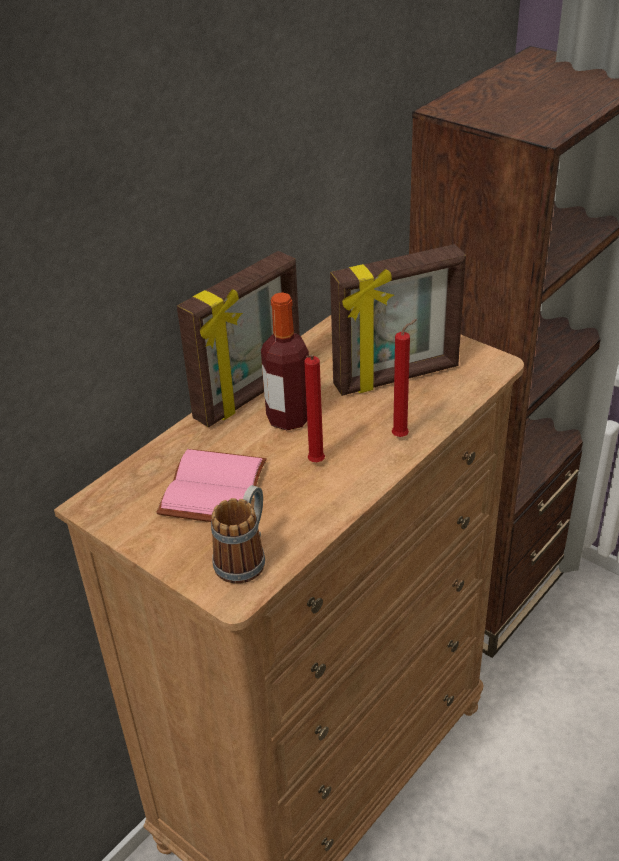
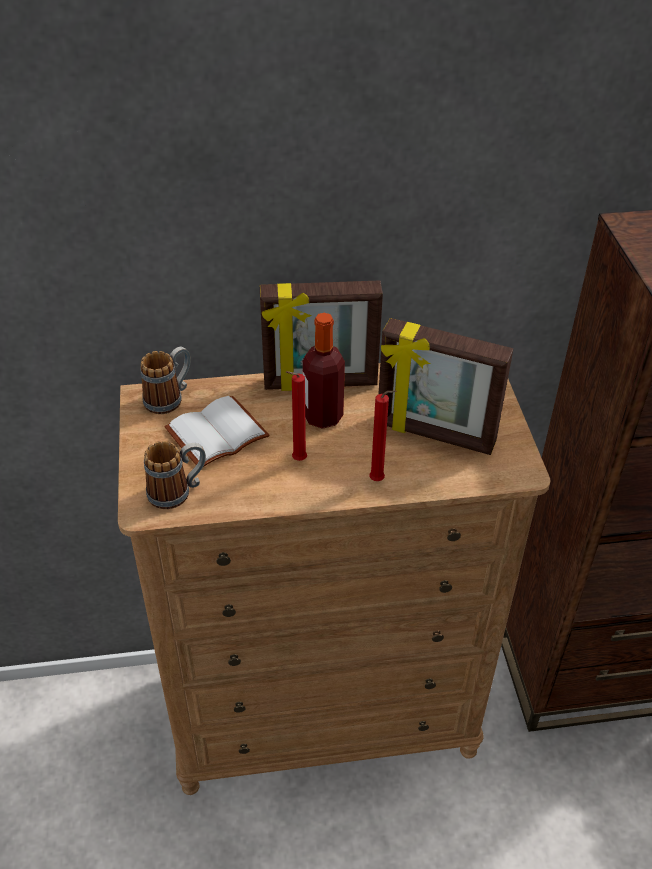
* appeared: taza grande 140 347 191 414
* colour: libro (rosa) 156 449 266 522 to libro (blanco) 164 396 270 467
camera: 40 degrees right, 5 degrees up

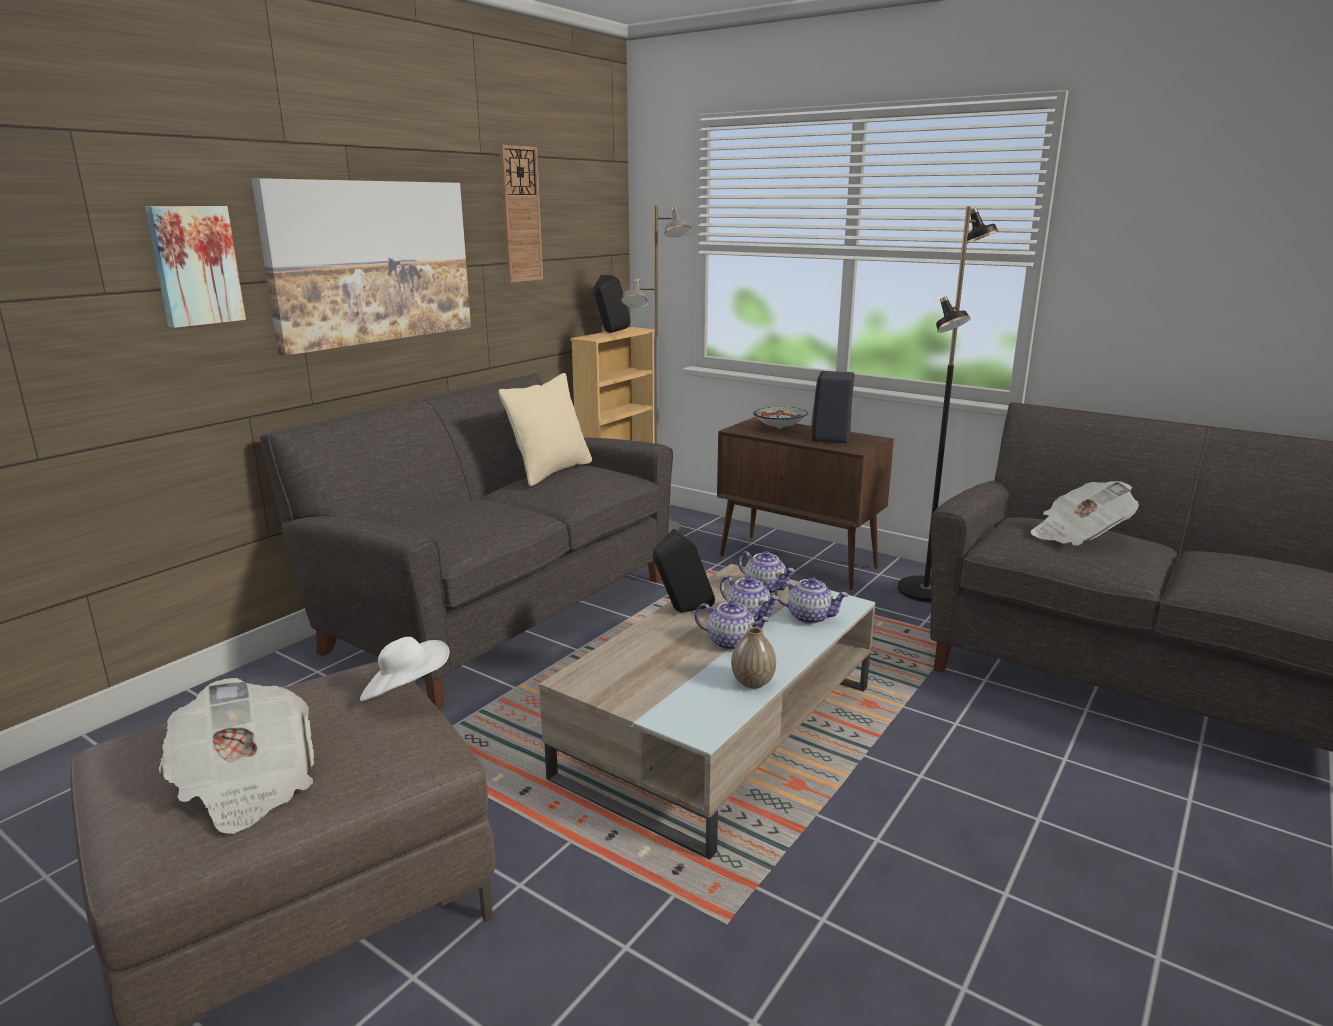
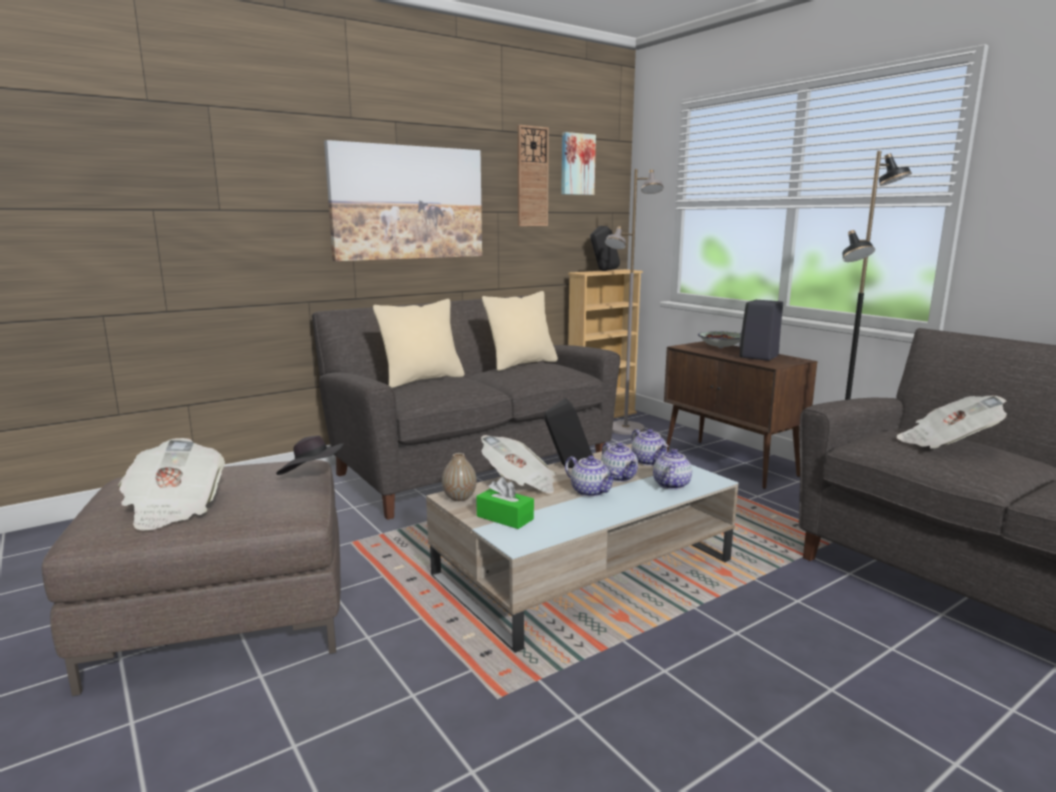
* colour: sombrero (blanco) 360 637 450 701 to sombrero (negro) 276 435 344 475
* appeared: cojín (beis) 373 299 465 388
* relocated: florero 731 627 776 689 to 442 453 477 501
* appeared: caja de pañuelos (verde) 476 477 534 529
* appeared: periódico 481 435 555 494
* relocated: cuadro 145 206 246 328 to 561 132 596 195
* spun: tetera 775 577 849 624 = 653 449 692 490 120 degrees counterclockwise
camera: 20 degrees right, 5 degrees down

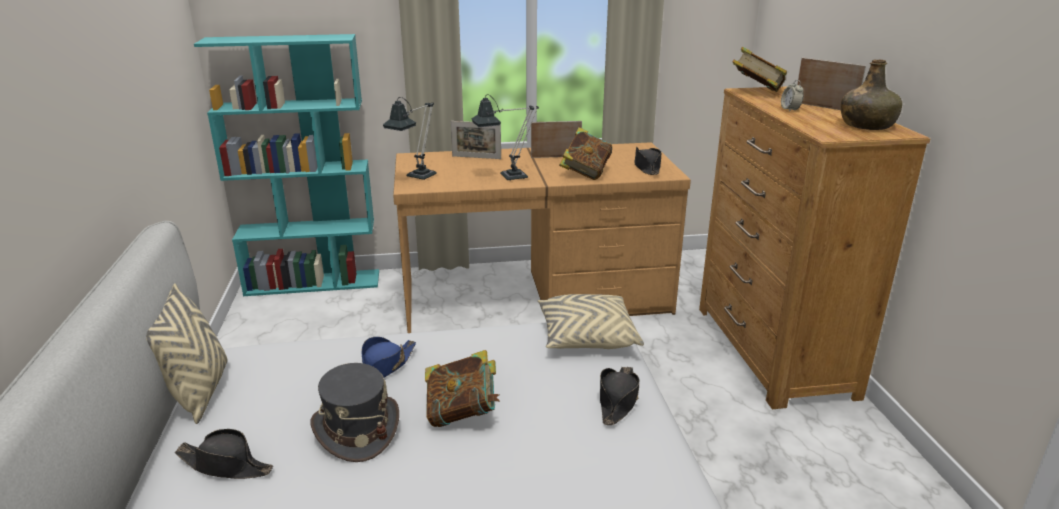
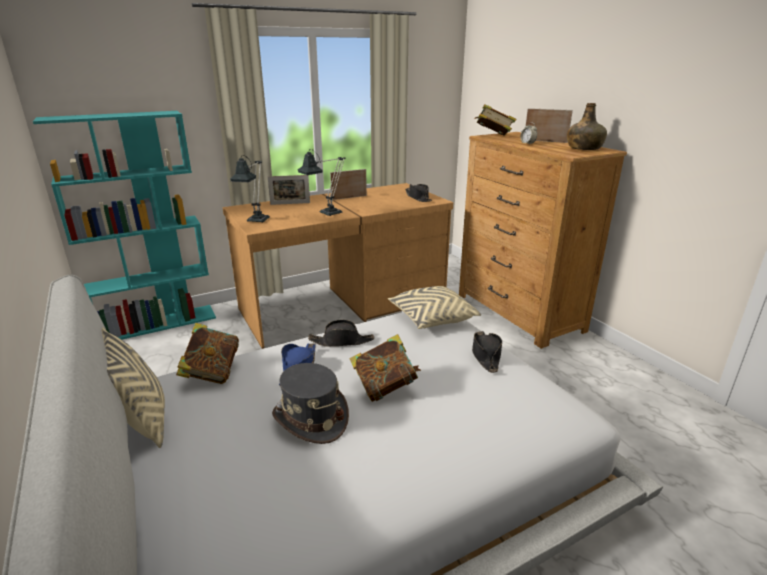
* relocated: libro 559 127 612 180 to 176 323 239 384
* relocated: sombrero (negro) 175 429 273 479 to 308 320 374 347
camera: 20 degrees left, 0 degrees up

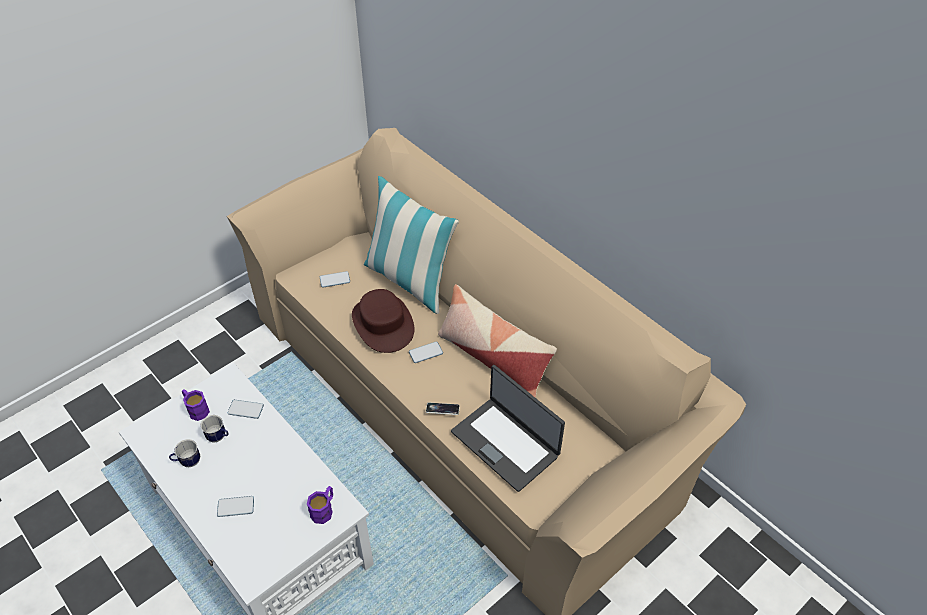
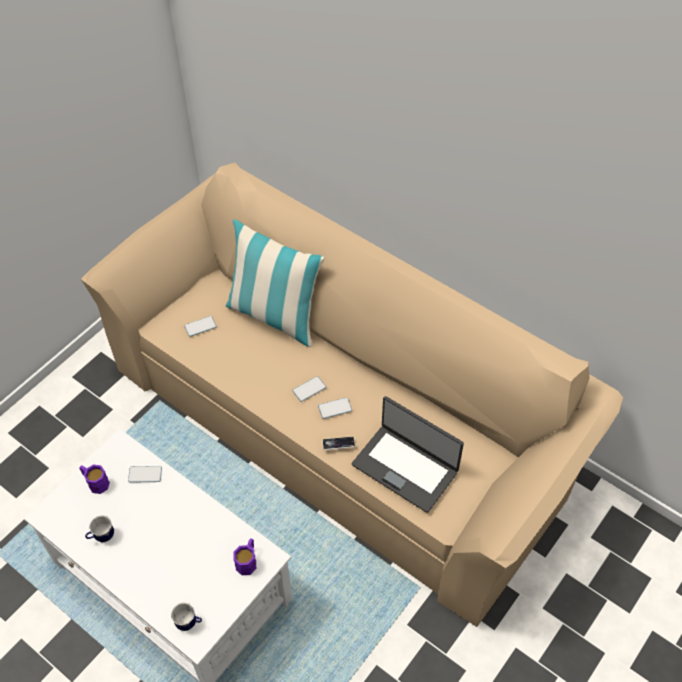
* relocated: taza grande 201 415 228 442 to 171 602 202 631
* relocated: móvil 217 496 254 517 to 318 397 352 419
* missing: sombrero (marrón) 352 289 415 353
* missing: cojín 438 284 557 398
camera: 10 degrees left, 5 degrees up

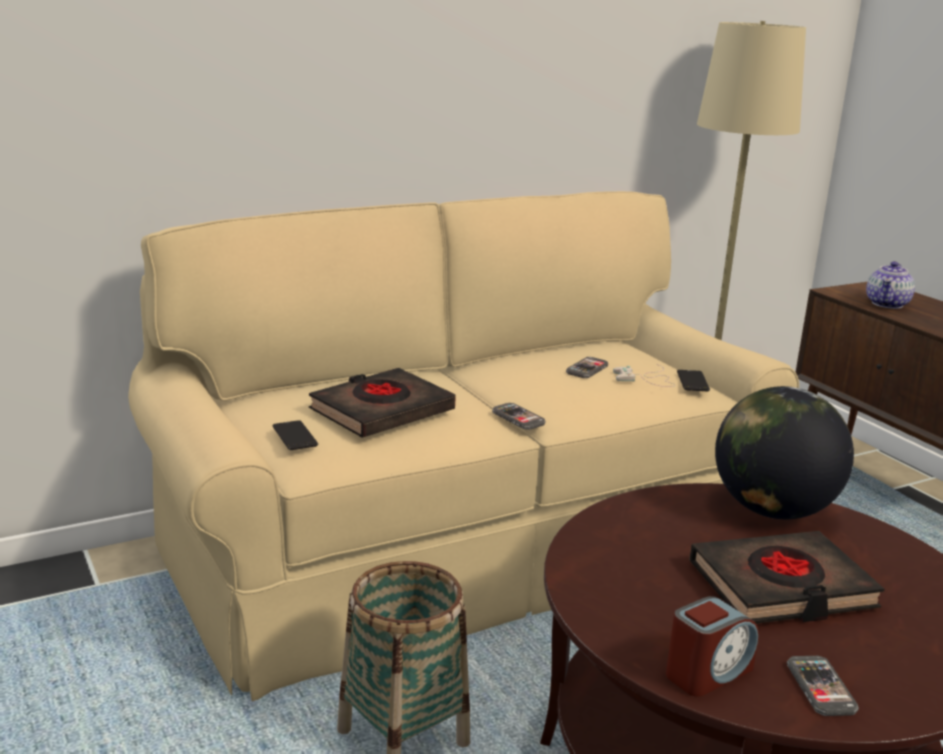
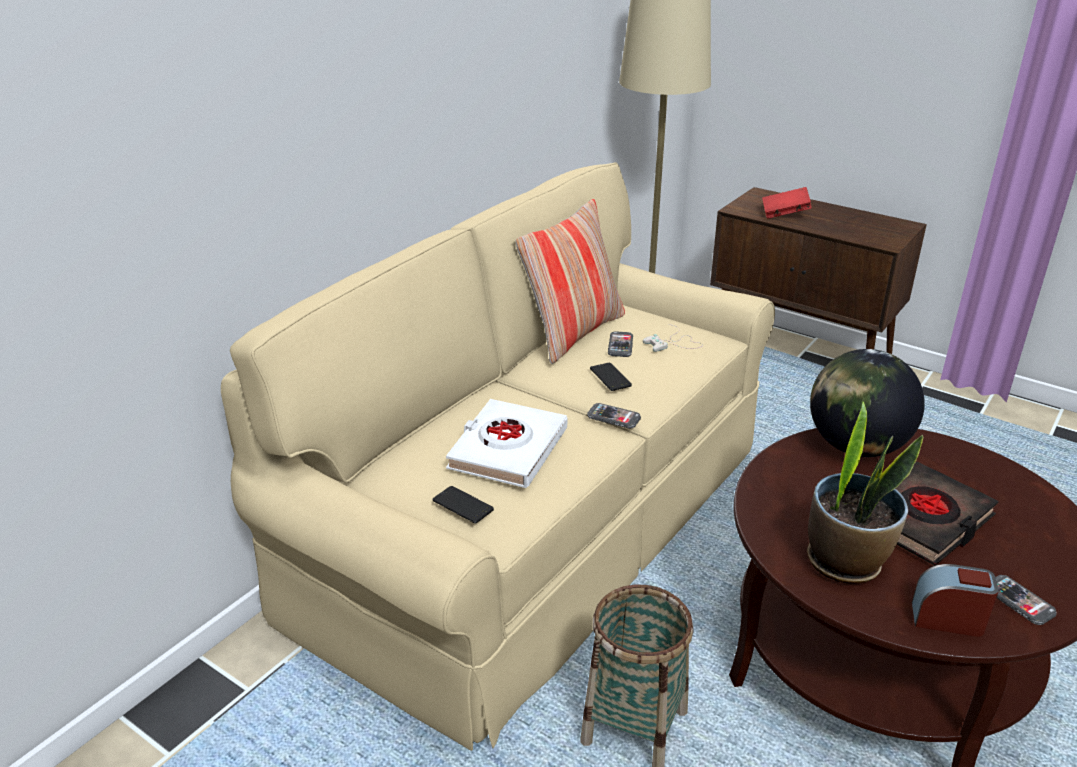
* colour: libro (negro) 309 368 456 438 to libro (blanco) 446 399 567 488
* appeared: cojín 516 199 625 364
* relocated: móvil 677 370 710 392 to 590 363 632 391
* exchanged: tetera 866 261 915 309 to libro (rojo) 762 187 812 219
* appeared: planta en maceta 807 402 923 584
* spun: despertador 666 596 759 697 = 912 564 999 637 105 degrees counterclockwise
camera: 25 degrees left, 10 degrees up

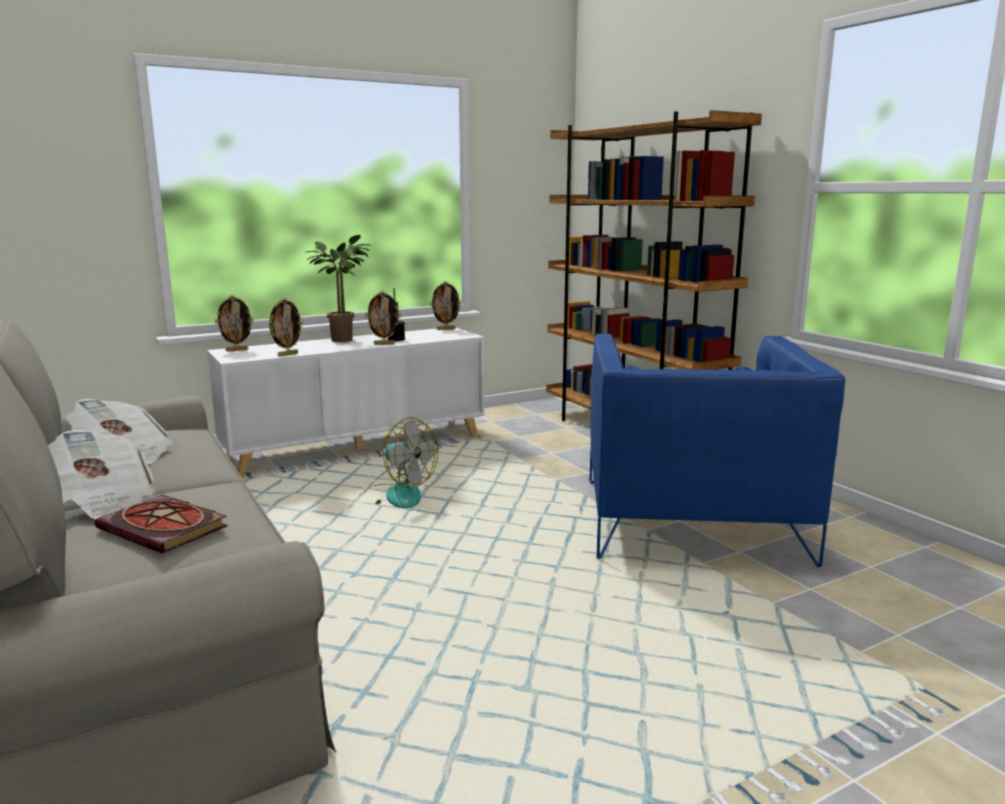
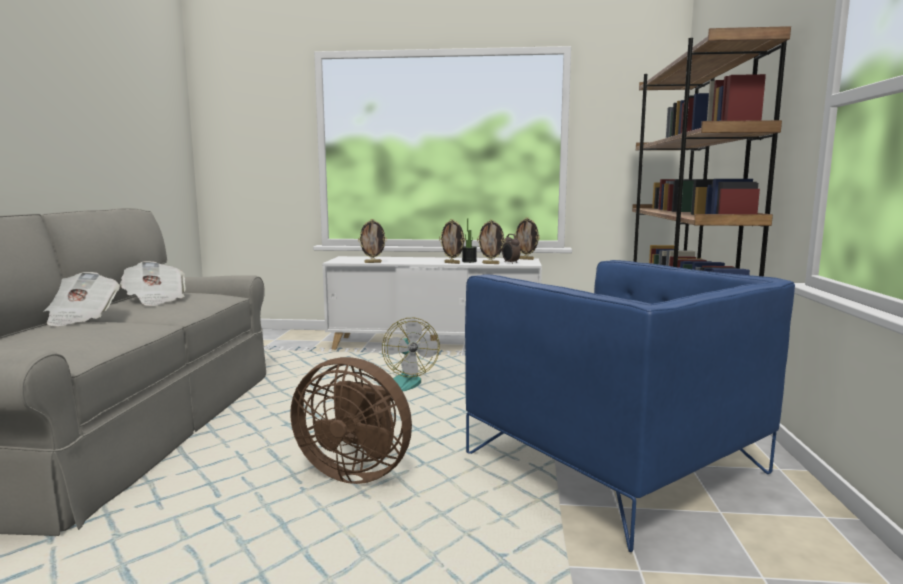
* appeared: ventilador (marrón) 290 357 412 484
* spun: sillón (azul) 589 333 845 567 = 465 260 795 552 75 degrees counterclockwise
* relocated: portarretratos 215 295 254 352 to 477 219 506 264
* appeared: despertador 502 234 521 264
* missing: libro 94 495 228 554
* missing: planta en maceta 307 235 371 342
camera: 35 degrees right, 5 degrees down

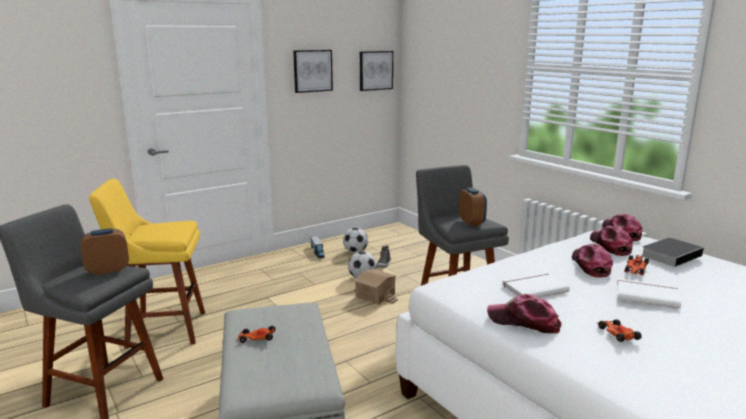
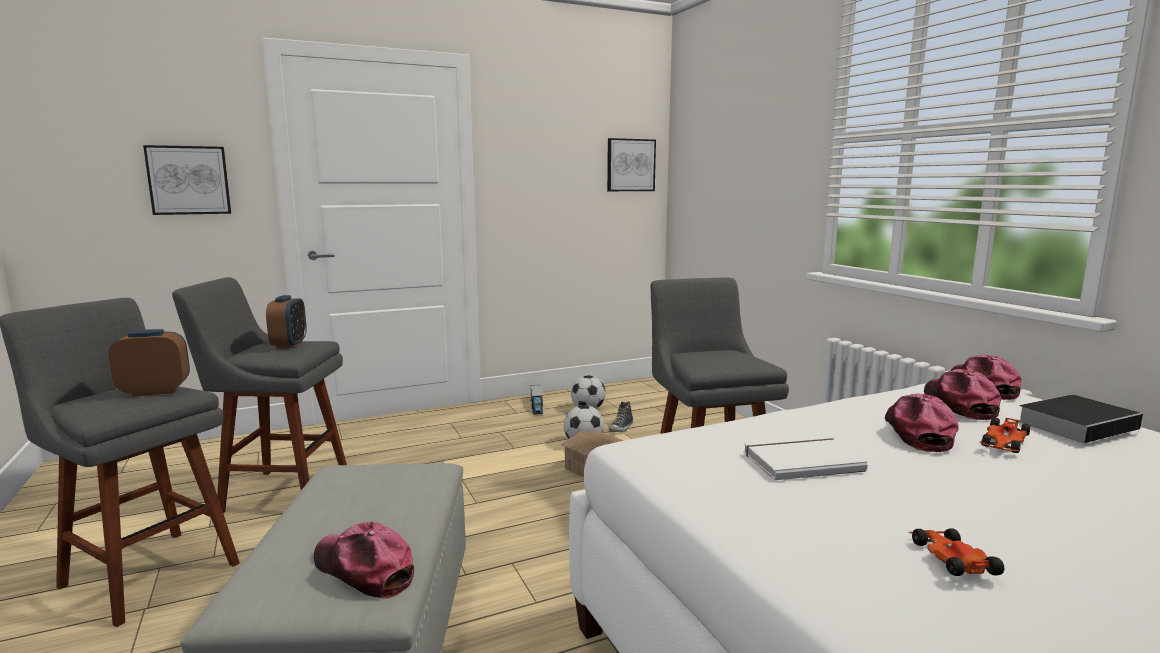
* relocated: cuadro 293 50 333 93 to 143 145 231 215
* colour: taburete (amarillo) 89 179 205 349 to taburete (gris) 172 277 347 513
* relocated: despertador 459 188 487 226 to 266 295 307 348
* relocated: gorra 487 294 562 334 to 314 522 414 599
* missing: coche de juguete 237 326 275 343
* missing: libro (blanco) 617 278 681 308
camera: 10 degrees right, 5 degrees down

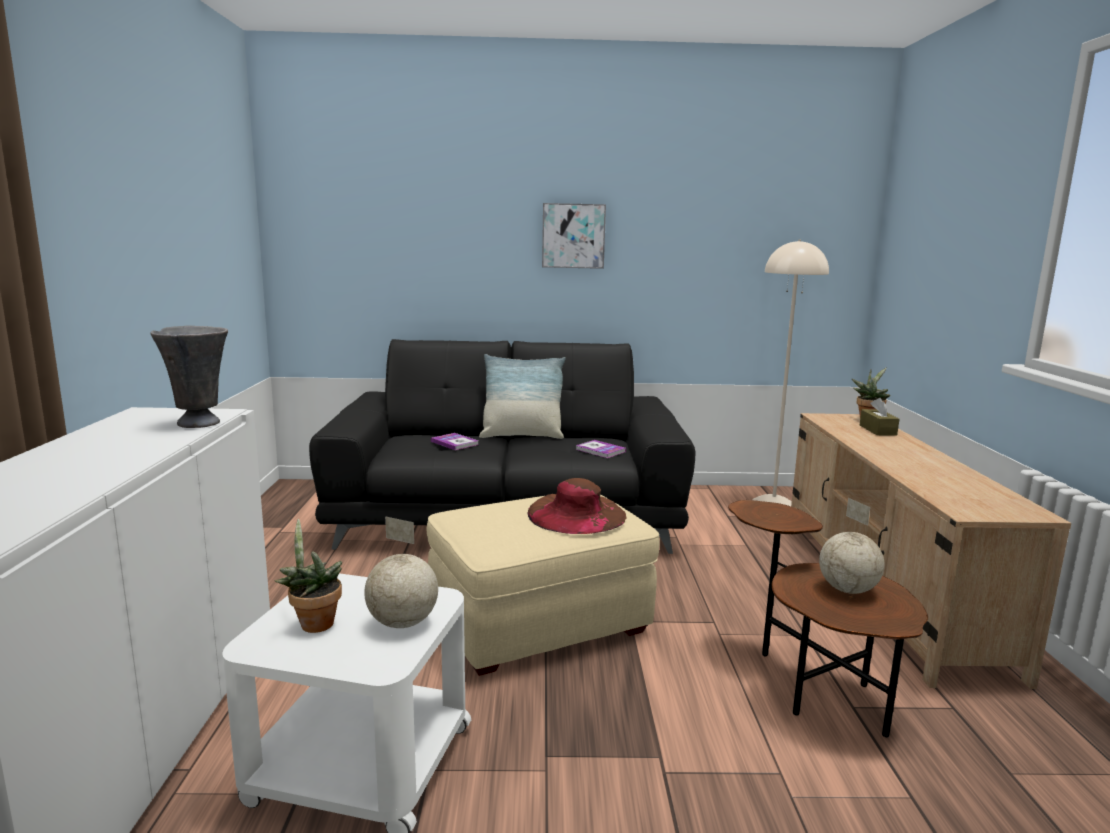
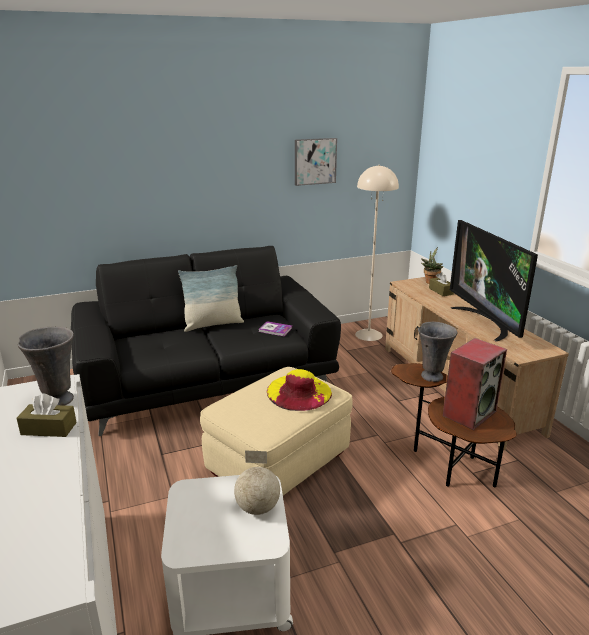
* appeared: caja de pañuelos (marrón) 17 394 77 437
* colour: sombrero (marrón) 528 478 627 534 to sombrero (amarillo) 266 369 332 411
* relocated: cuadro 542 203 606 269 to 295 138 337 186
* appeared: florero (gris) 418 322 458 382
* exchanged: globo terráqueo 819 498 885 594 to altavoz 443 338 507 430
* appeared: televisor 450 220 538 342
* missing: planta en maceta 275 519 342 633
* missing: libro 431 433 479 450
camera: 20 degrees left, 10 degrees up

